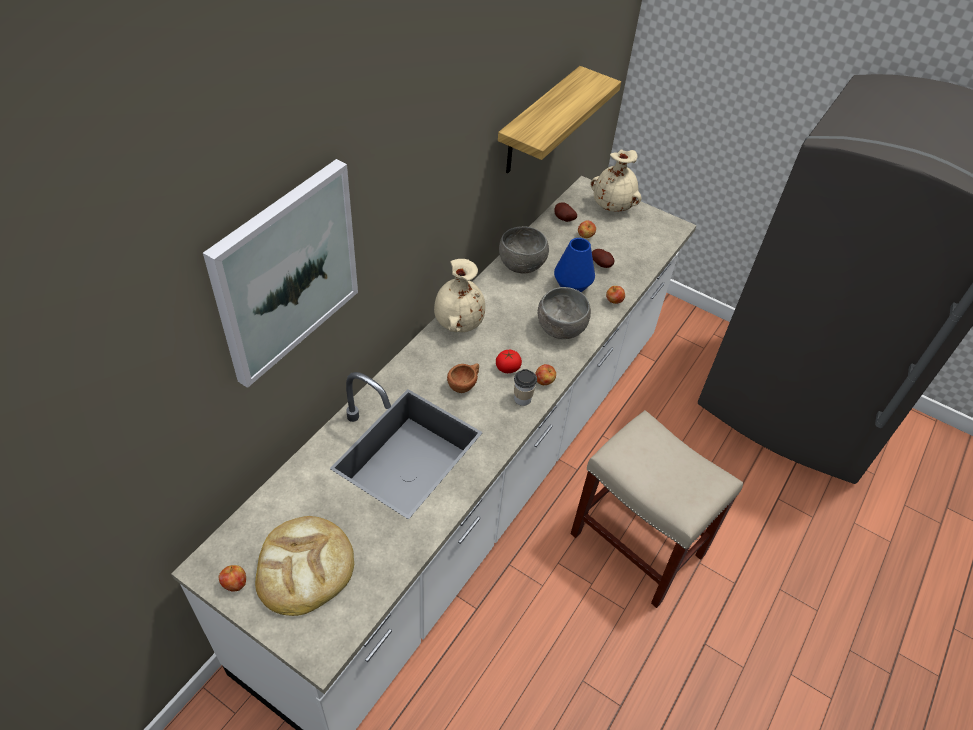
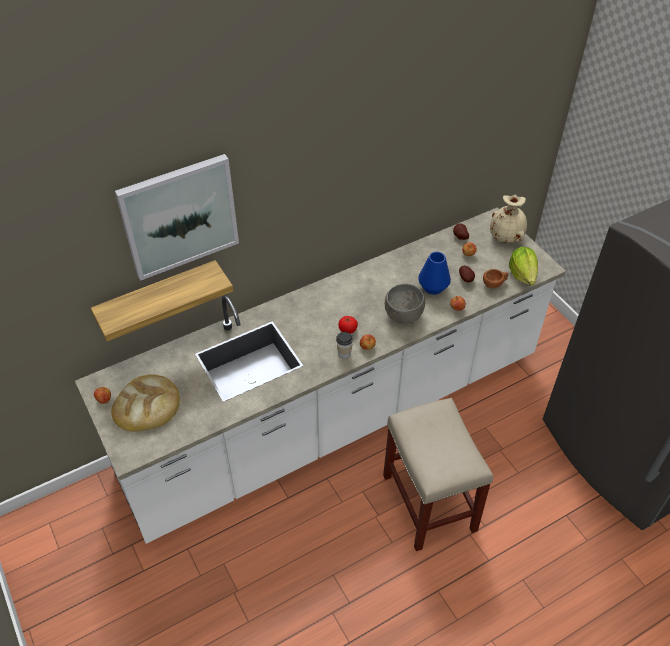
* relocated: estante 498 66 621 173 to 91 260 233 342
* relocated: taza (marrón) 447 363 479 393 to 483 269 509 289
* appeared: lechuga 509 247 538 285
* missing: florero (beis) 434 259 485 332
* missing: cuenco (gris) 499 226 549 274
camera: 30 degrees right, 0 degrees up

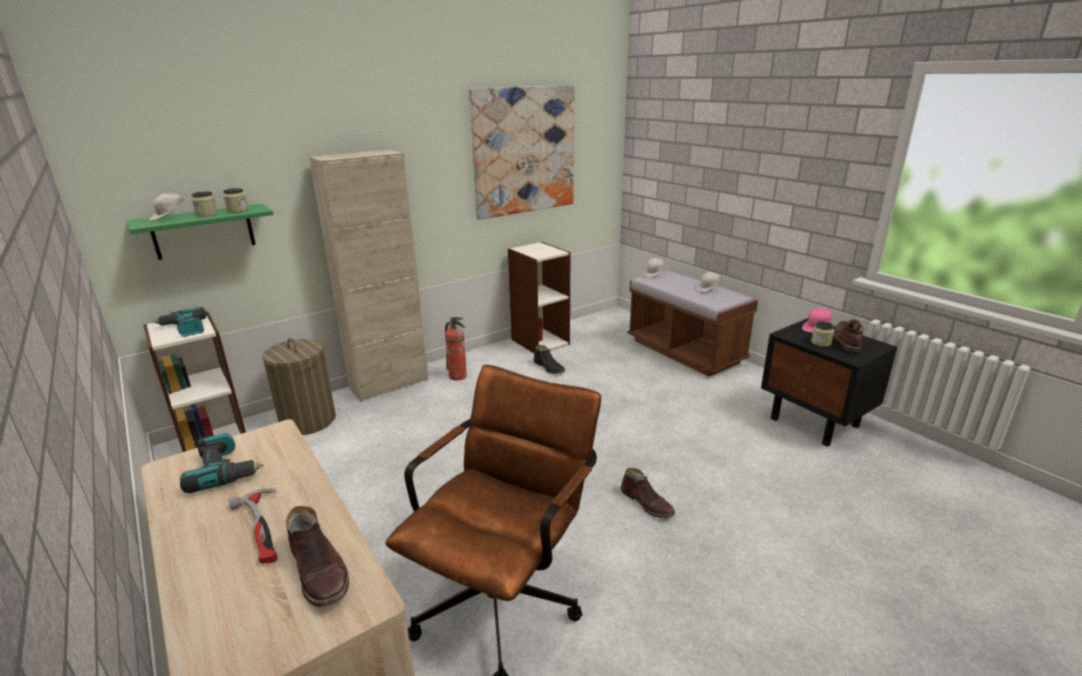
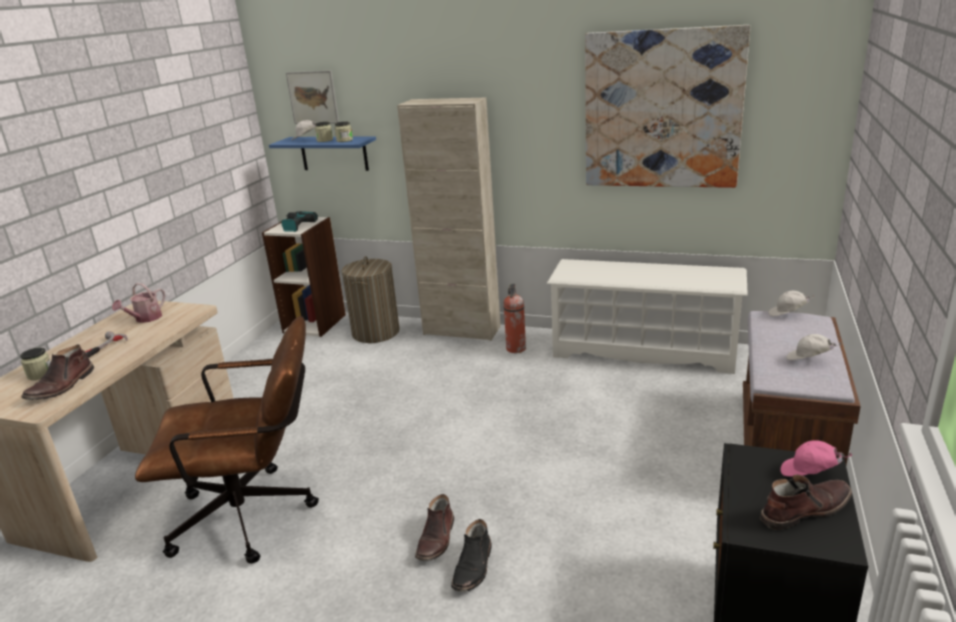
* relocated: tarro 811 321 834 347 to 20 348 51 380
* exchanged: taladro 180 433 263 493 to regadera 112 283 165 323
* colour: estante (verde) 127 204 274 260 to estante (azul) 269 136 376 171
* appeared: cuadro 286 71 339 124
* relocated: bota (negro) 533 345 565 374 to 451 519 492 592
* exchanged: estantería 508 242 570 354 to zapatero (blanco) 547 259 748 374
camera: 55 degrees right, 0 degrees up

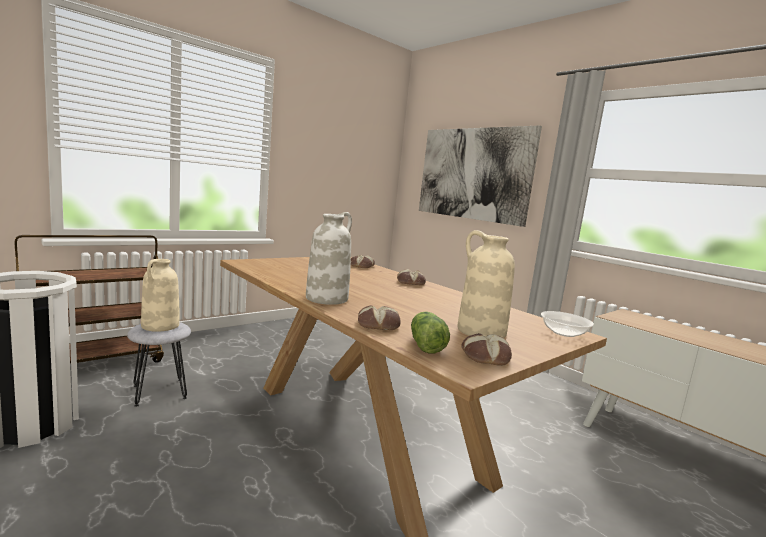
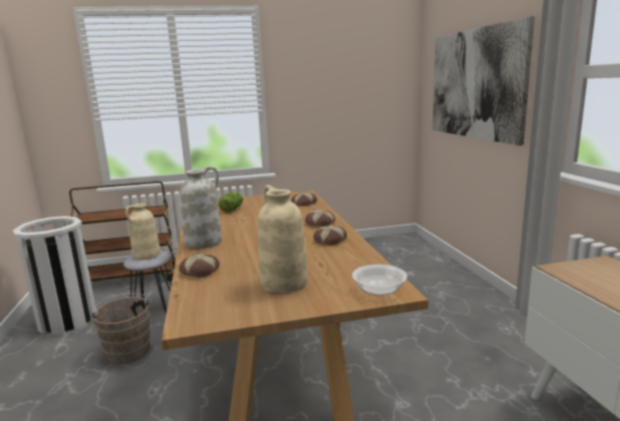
* appeared: cubo (marrón) 90 293 152 364
* relocated: lechuga 411 311 450 353 to 218 192 243 213
* relocated: pan 461 333 512 366 to 313 225 347 245
camera: 30 degrees right, 5 degrees up

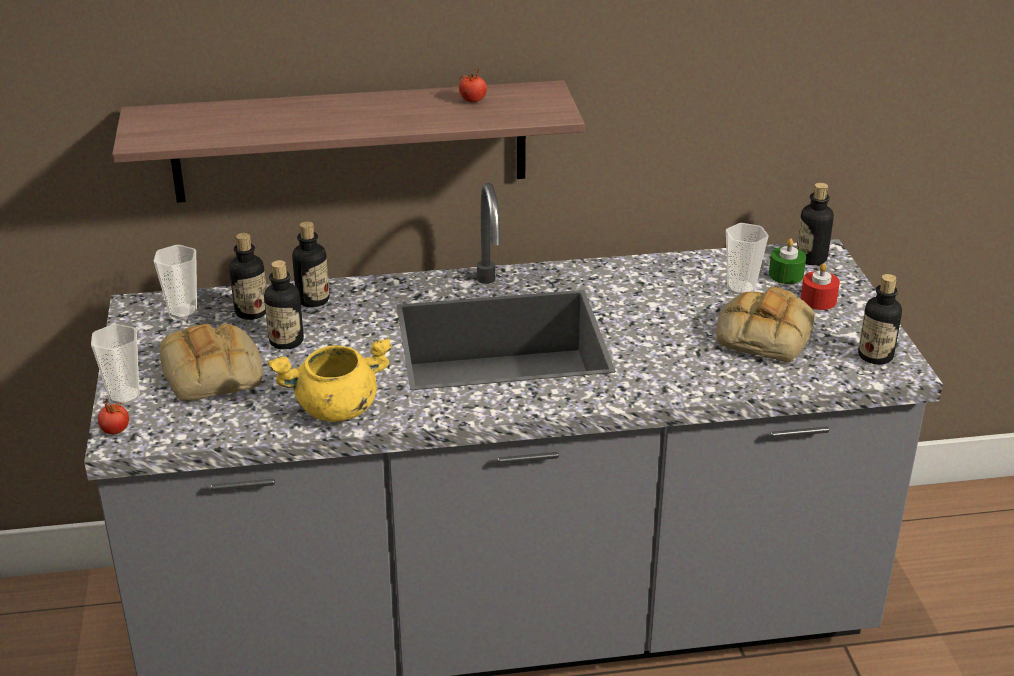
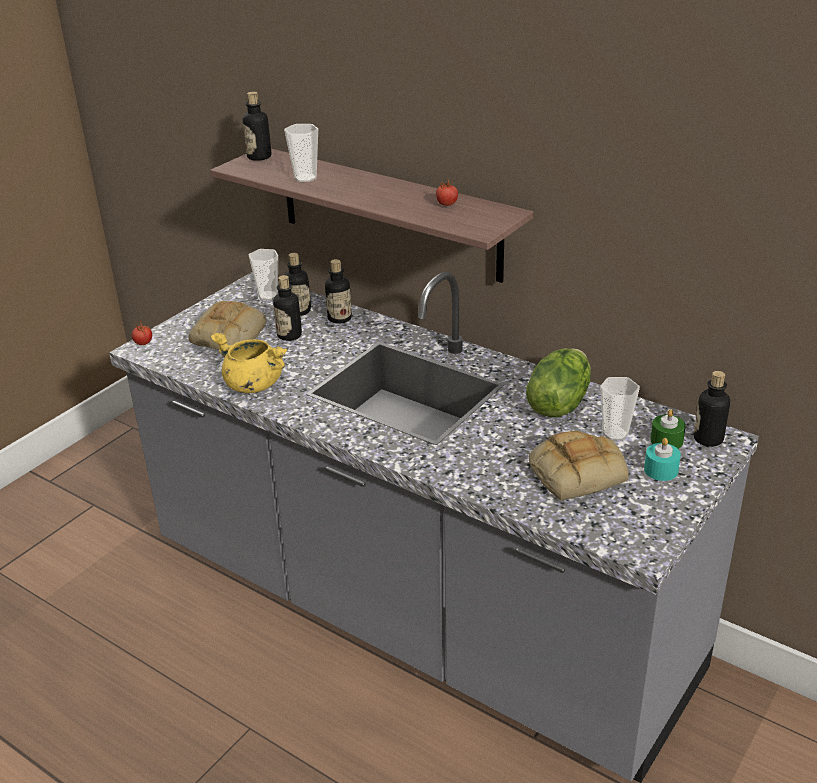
* relocated: botella 858 274 902 365 to 242 92 272 161
* relocated: taza 91 324 140 405 to 284 124 318 182
* appeared: lechuga 526 348 591 417
* colour: vela (rojo) 801 263 840 310 to vela (turquesa) 644 438 681 481
camera: 45 degrees right, 0 degrees up

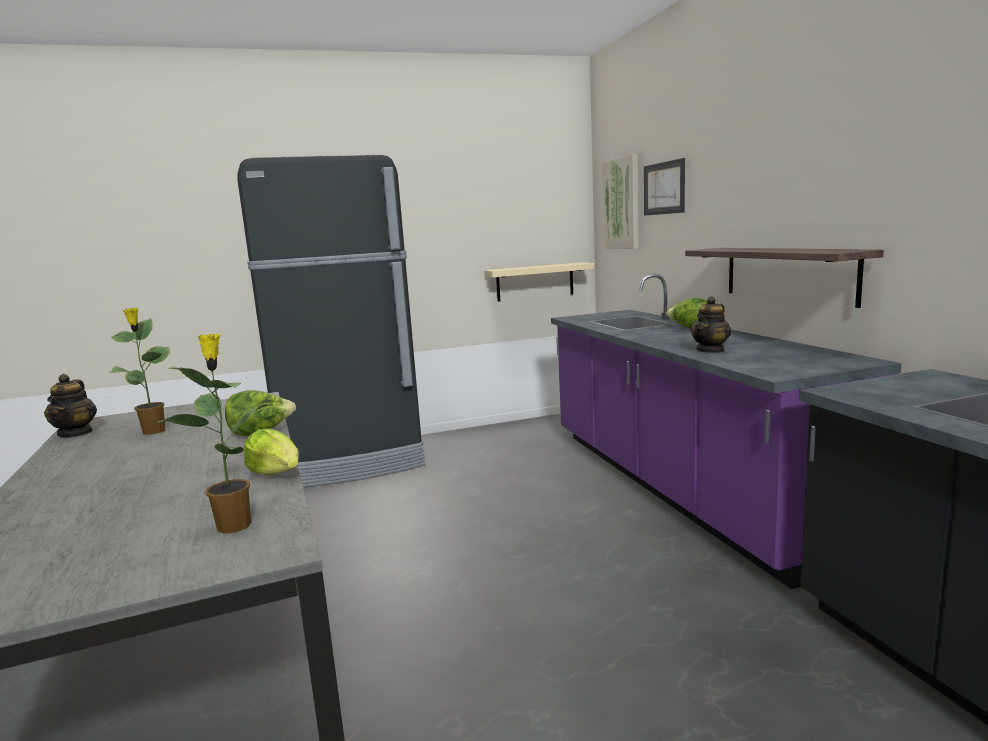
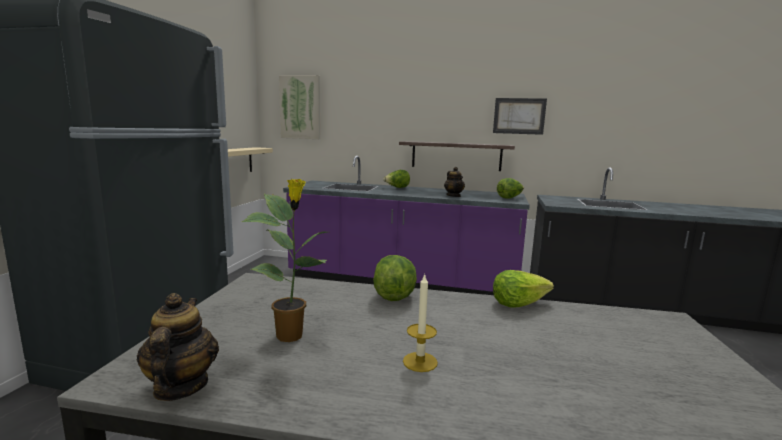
* spun: tetera 44 374 97 437 = 137 293 219 401 120 degrees counterclockwise
* appeared: vela 403 273 438 372
* relocated: cuadro 644 158 685 216 to 493 98 547 135
* appeared: lechuga 497 178 524 198
* missing: planta en maceta 156 334 272 534
camera: 60 degrees left, 0 degrees up

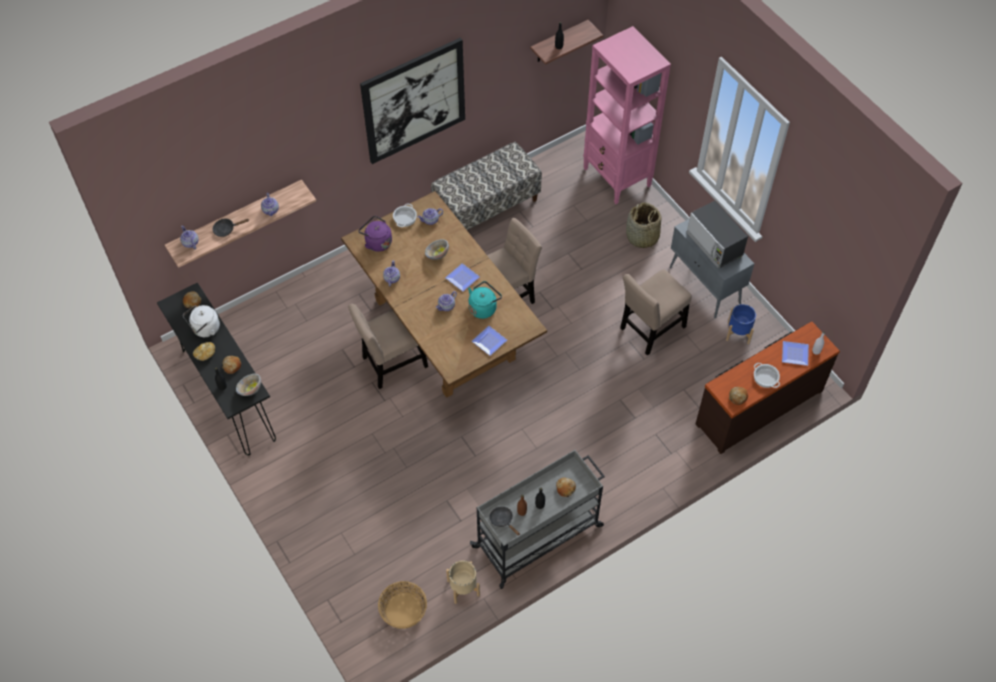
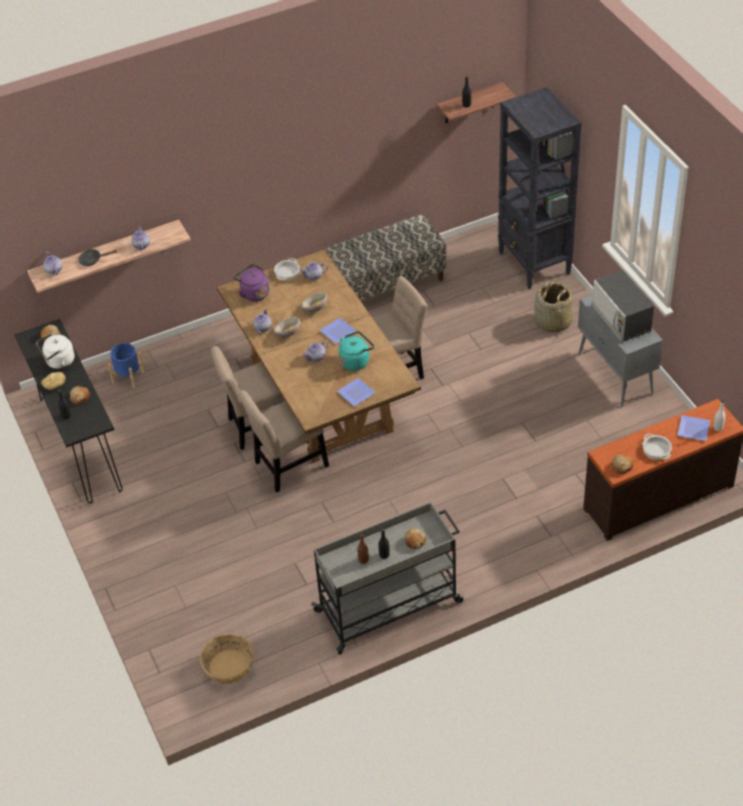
* relocated: maceta (azul) 726 304 756 344 to 108 343 145 388
* relocated: silla (beis) 620 269 692 356 to 238 390 329 492
* relocated: cuenco 236 374 261 396 to 274 317 300 337
* colour: estantería (rosa) 583 26 671 204 to estantería (negro) 498 87 582 289
* missing: cuadro 360 38 465 164
* missing: maceta (beis) 446 561 480 604
* missing: sartén (negro) 489 506 520 536
camera: 10 degrees right, 10 degrees down

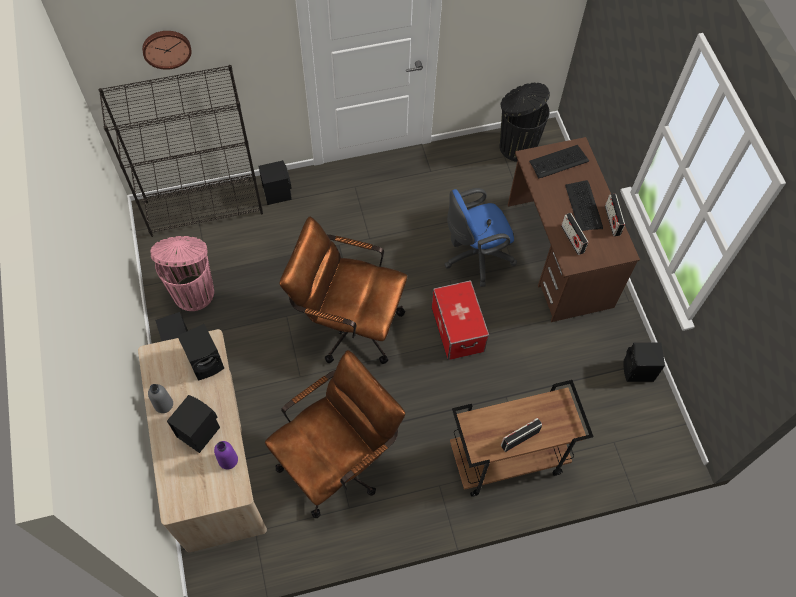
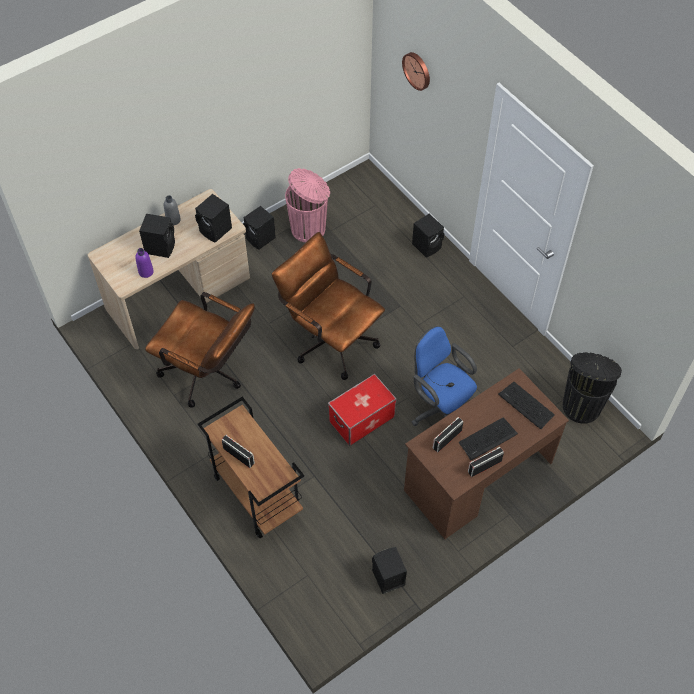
* spun: silla de oficina (marrón) 279 217 407 364 = 272 232 385 380 45 degrees counterclockwise
* missing: estantería (negro) 99 65 263 237
camera: 70 degrees right, 5 degrees down

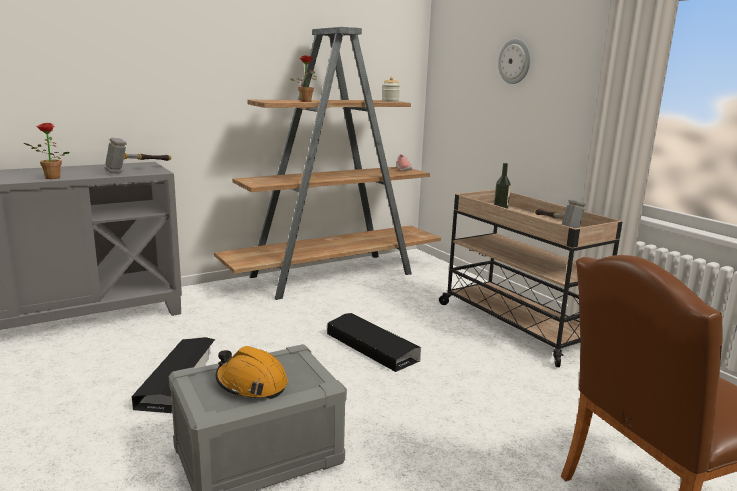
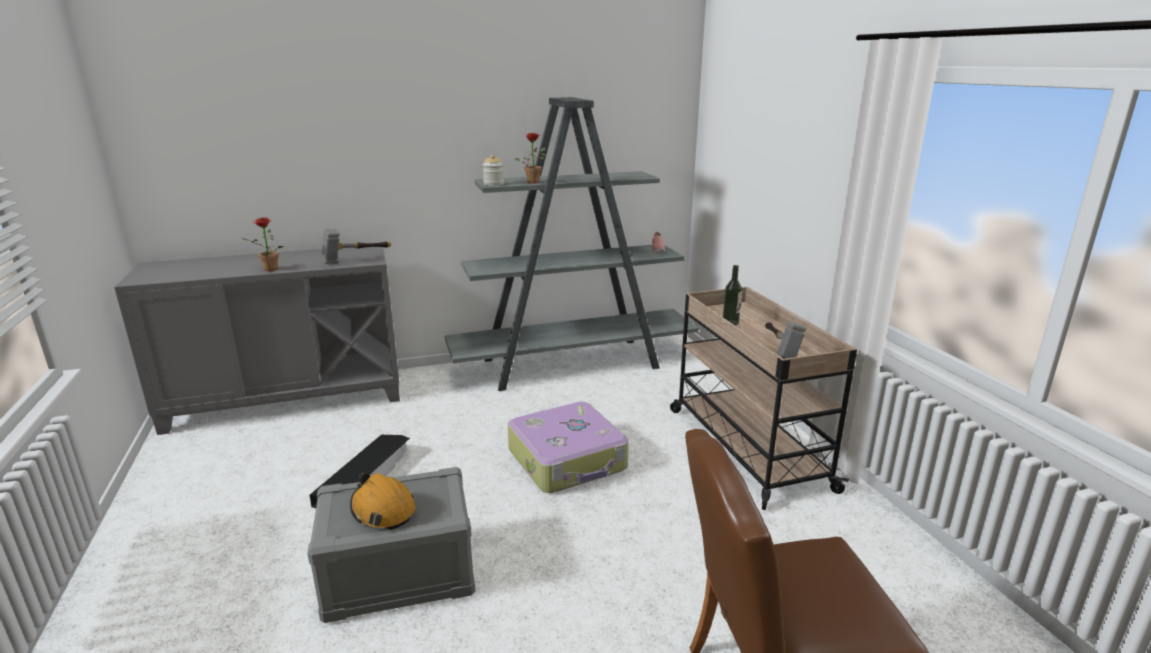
* colour: estantería (marrón) 214 27 441 300 to estantería (gris) 445 97 699 391
* relocated: tarro 382 77 400 102 to 483 155 505 186
* exchanged: caja de almacenaje (negro) 327 313 421 372 to maleta 508 402 629 493
* missing: reloj de pared 498 39 531 84
camera: 15 degrees right, 5 degrees up

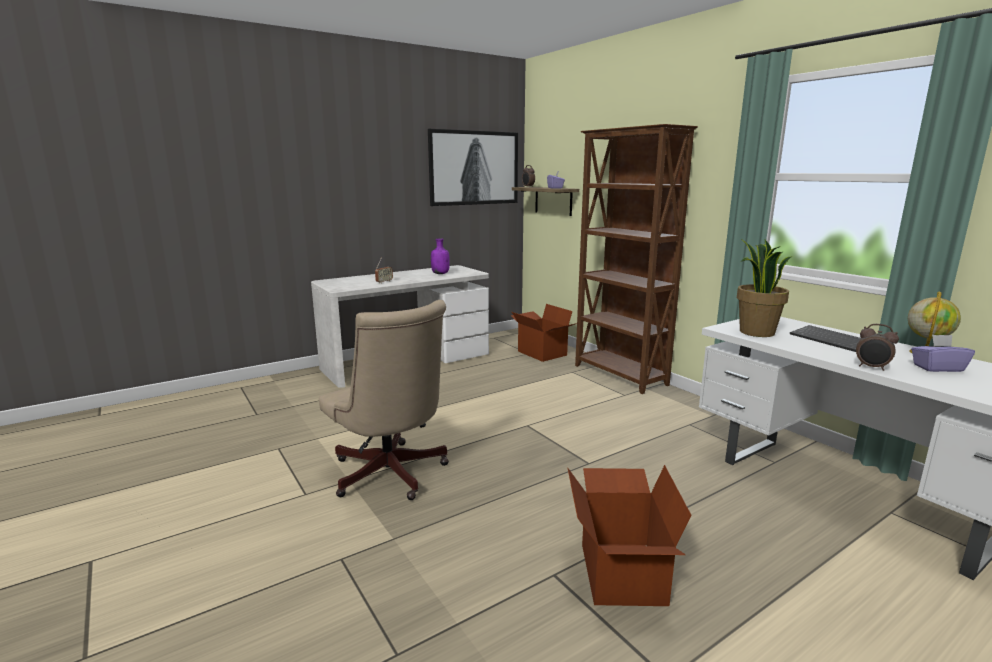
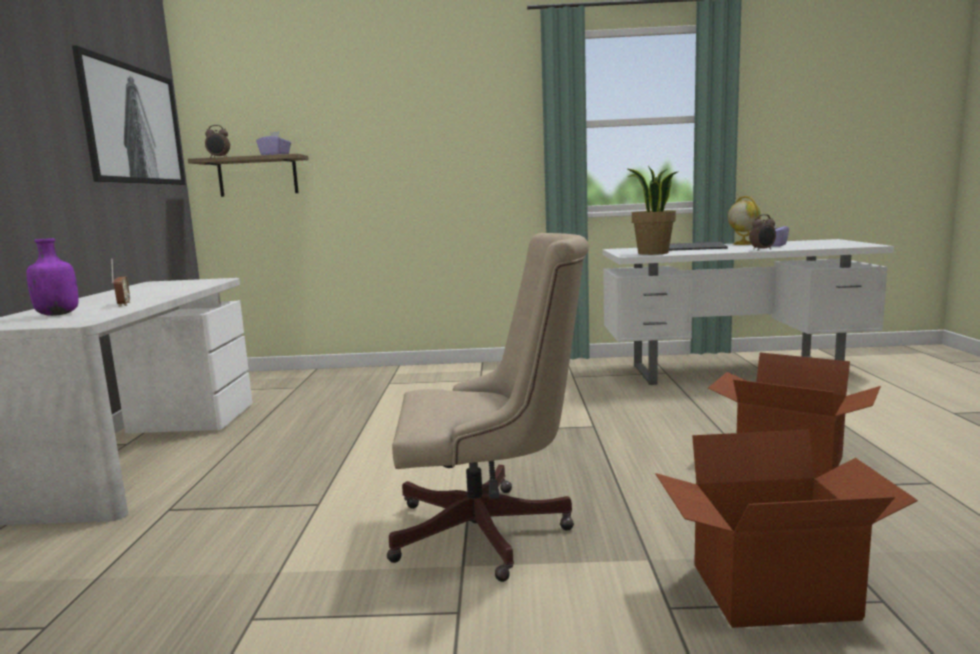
* relocated: botella (morado) 431 239 450 274 to 26 238 79 316
* relocated: caja de cartón 511 304 577 362 to 655 430 918 628
* missing: estantería (marrón) 575 124 698 394
camera: 55 degrees left, 5 degrees down

